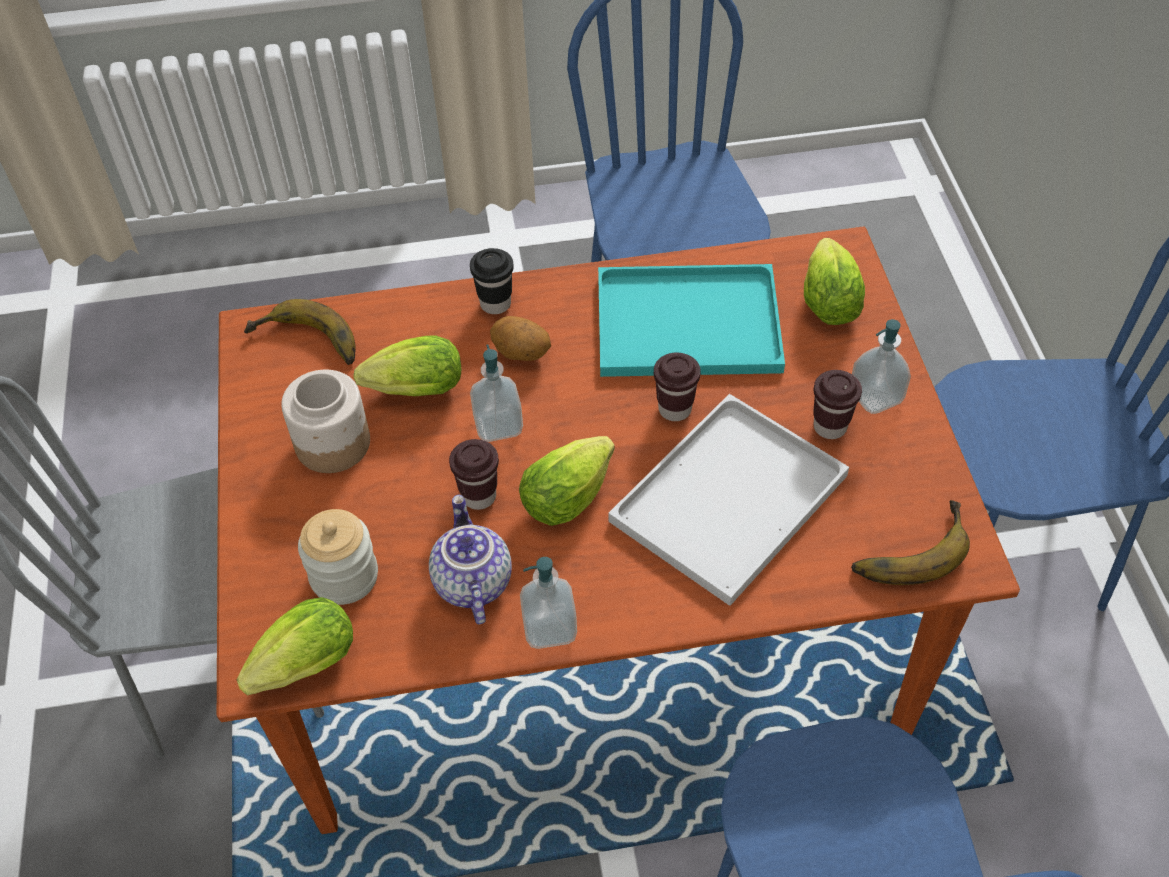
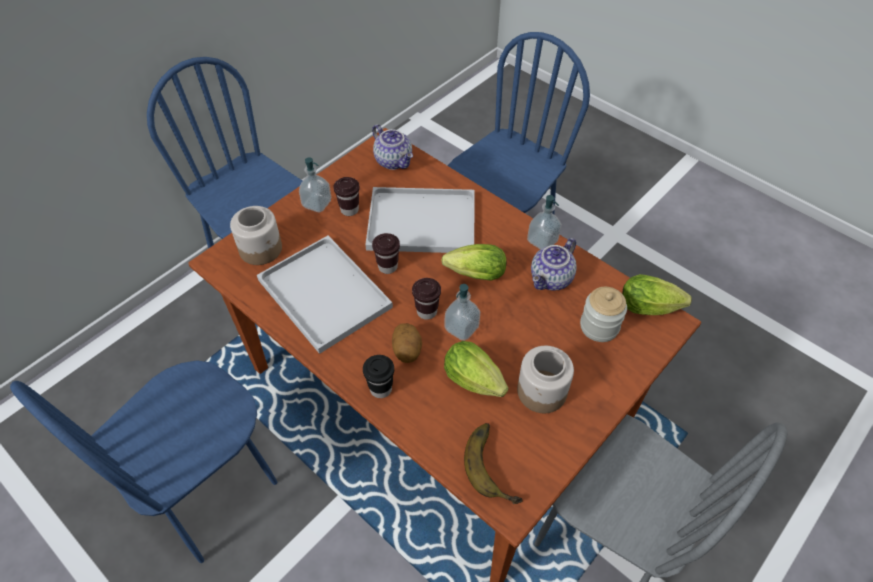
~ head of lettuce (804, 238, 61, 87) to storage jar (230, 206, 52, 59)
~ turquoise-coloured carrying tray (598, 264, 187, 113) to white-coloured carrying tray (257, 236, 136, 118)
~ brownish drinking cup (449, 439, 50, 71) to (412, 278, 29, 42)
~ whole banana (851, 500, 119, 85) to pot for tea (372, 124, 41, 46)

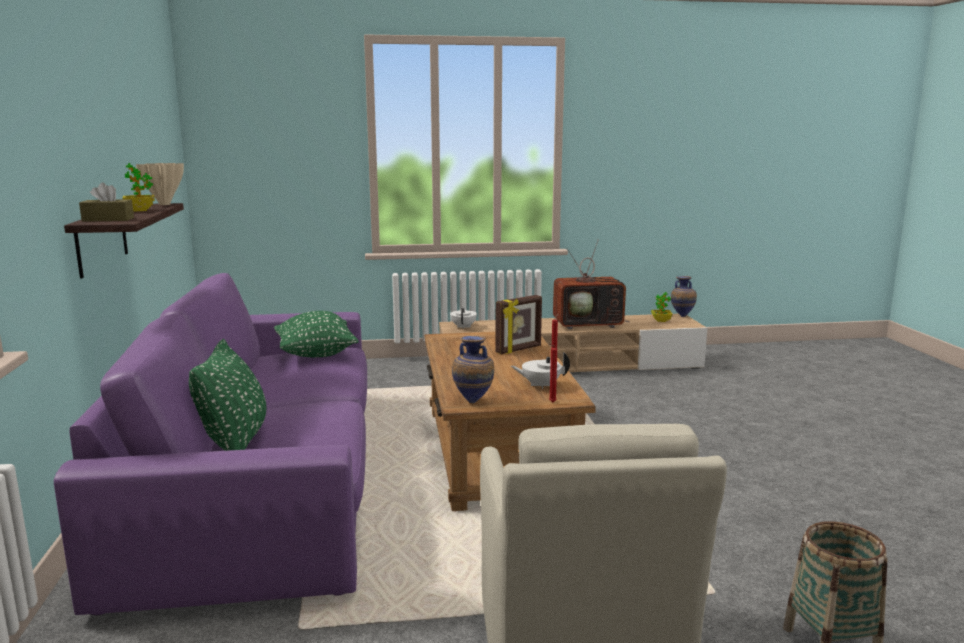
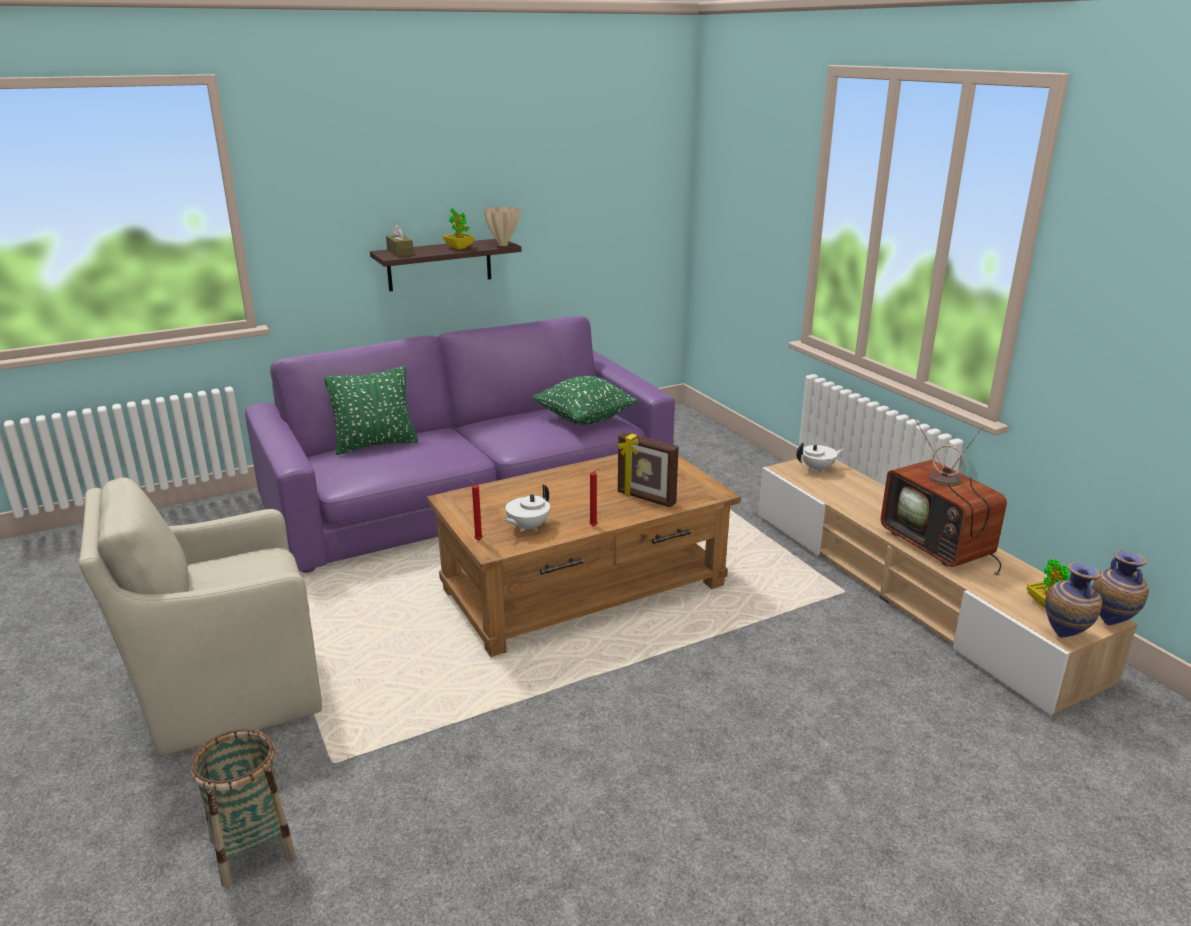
~ flower vase (452, 336, 42, 67) to (1045, 562, 57, 76)
~ white-coloured pot for tea (511, 352, 59, 37) = (503, 485, 47, 47) 120 degrees counterclockwise

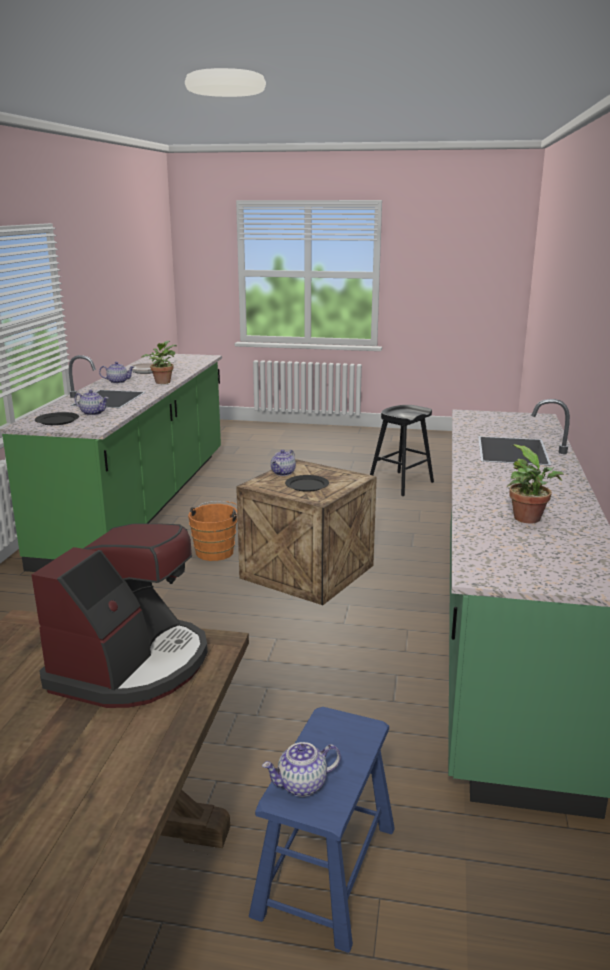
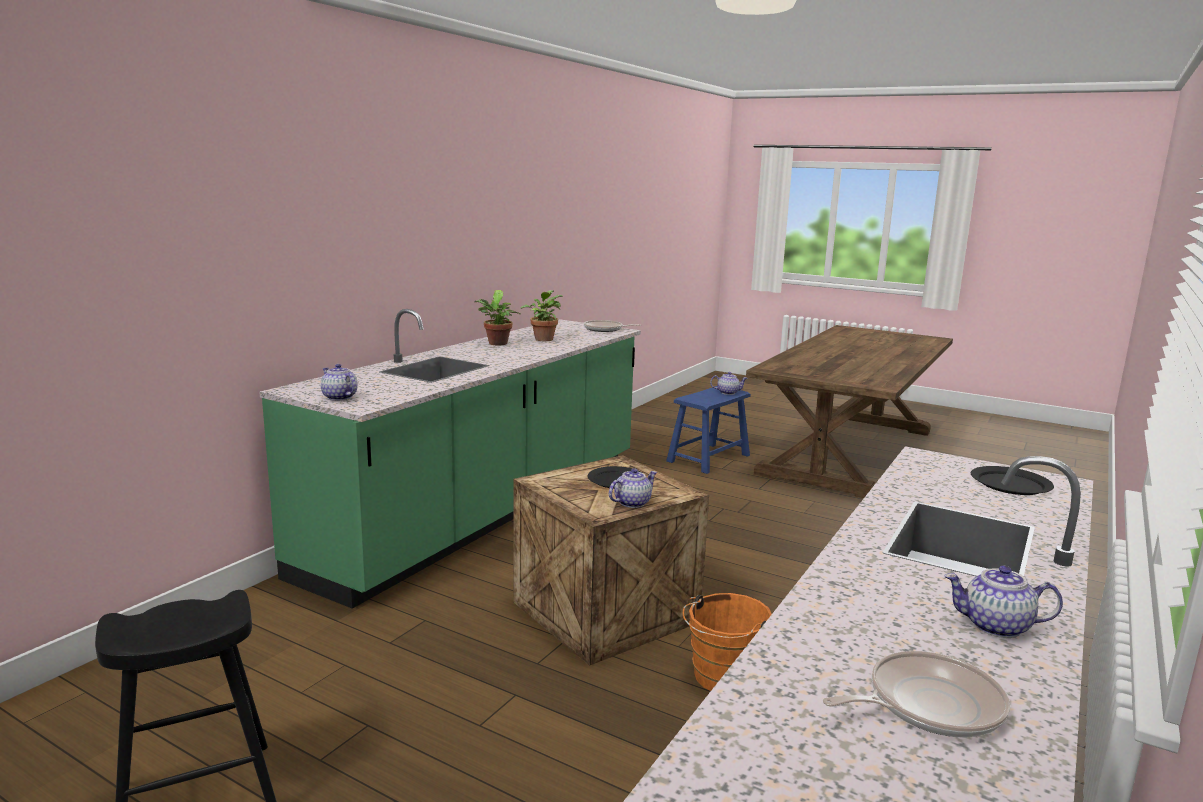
~ houseplant (141, 341, 36, 43) to (474, 290, 46, 55)
~ pot for tea (74, 390, 34, 26) to (321, 364, 37, 37)
- coffee machine (31, 523, 177, 185)
+ frying pan (584, 320, 57, 12)

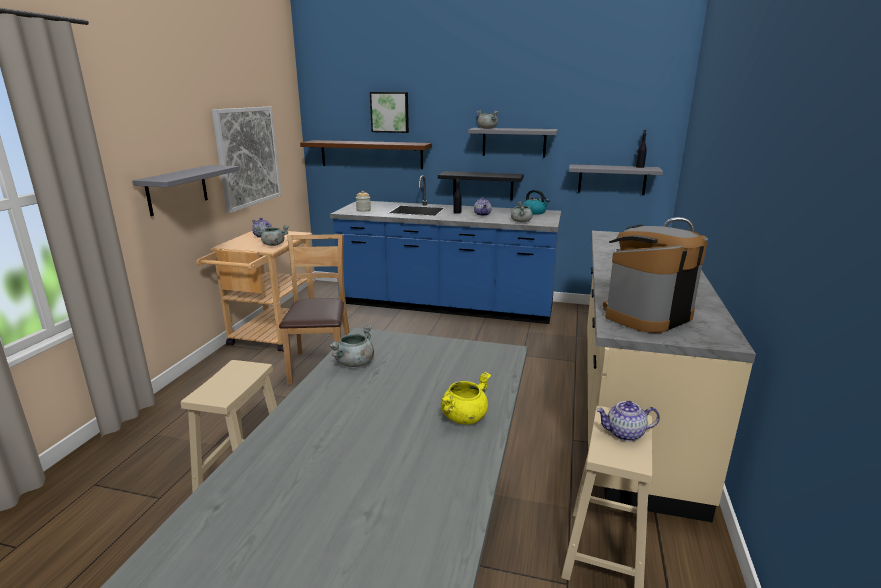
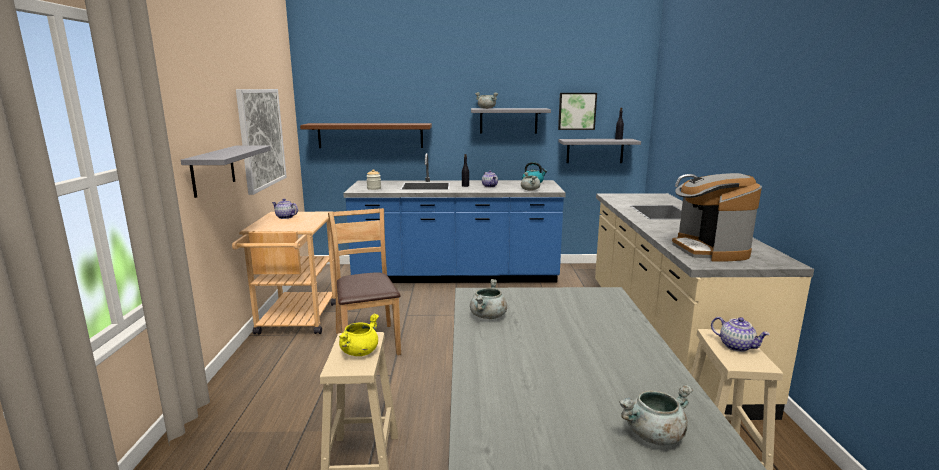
~ picture (370, 92, 39, 41) to (558, 93, 39, 37)
- black wall shelf (438, 171, 86, 29)
~ greyish cooking pot (254, 225, 35, 21) to (619, 384, 74, 61)
~ coffee machine (603, 225, 105, 108) = (672, 173, 90, 89) 45 degrees counterclockwise
~ yellow cooking pot (441, 372, 50, 52) to (339, 314, 40, 42)
~ pot for tea (596, 401, 64, 40) = (711, 317, 59, 35) 120 degrees counterclockwise

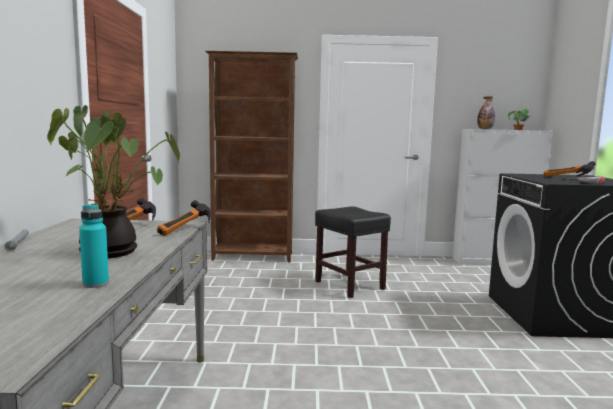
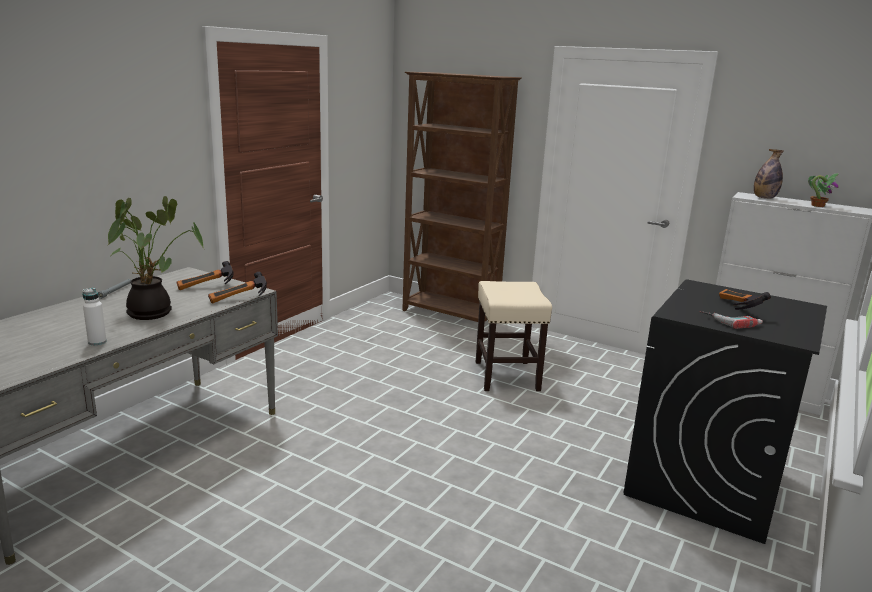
~ turquoise-coloured drink bottle (79, 204, 30, 84) to white-coloured drink bottle (82, 288, 25, 57)
~ black stool (315, 206, 76, 92) to sand-coloured stool (476, 281, 76, 110)

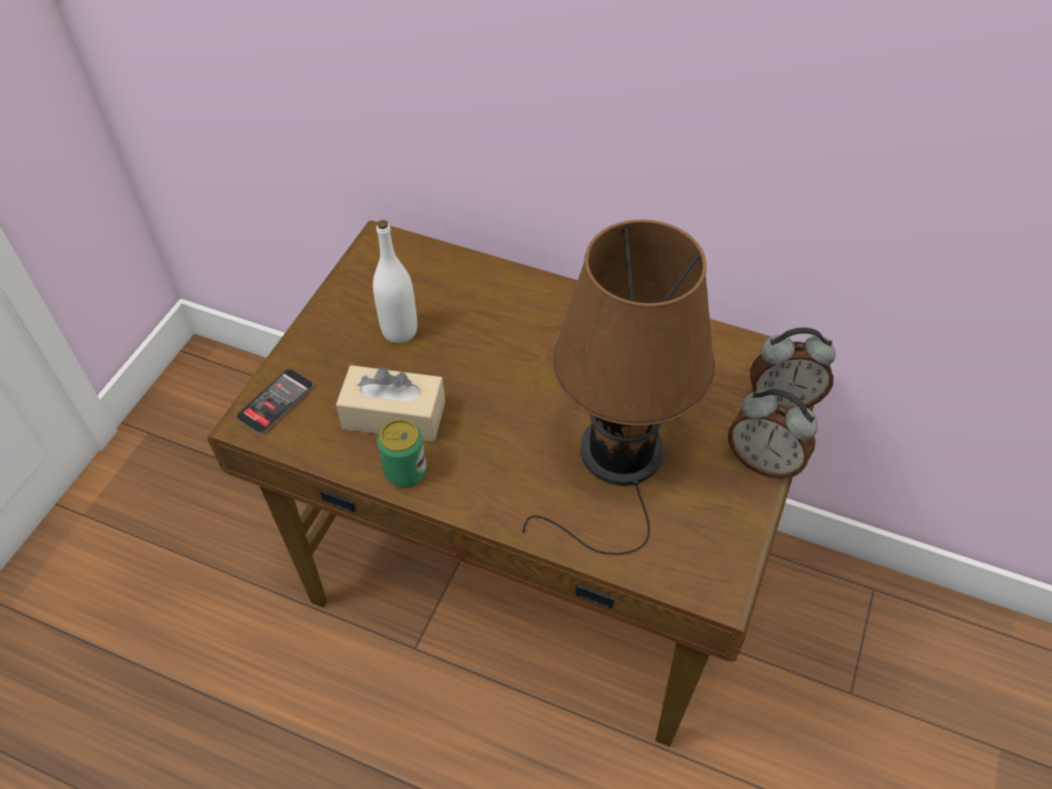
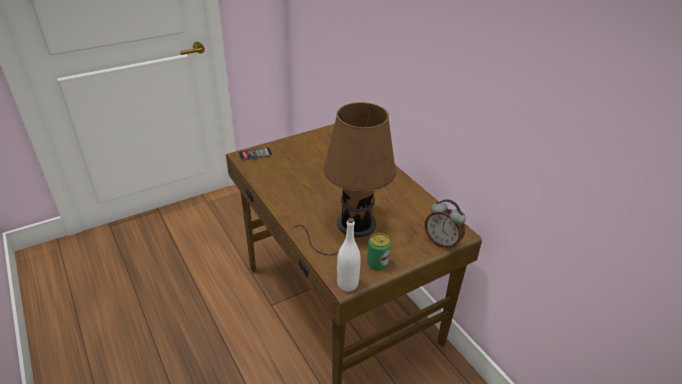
~ white-coloured drink bottle (373, 220, 44, 123) to (337, 218, 24, 74)
- sand-coloured tissue box (336, 365, 109, 77)
- alarm clock (728, 389, 90, 90)
~ metal can (377, 419, 50, 69) to (367, 233, 24, 37)

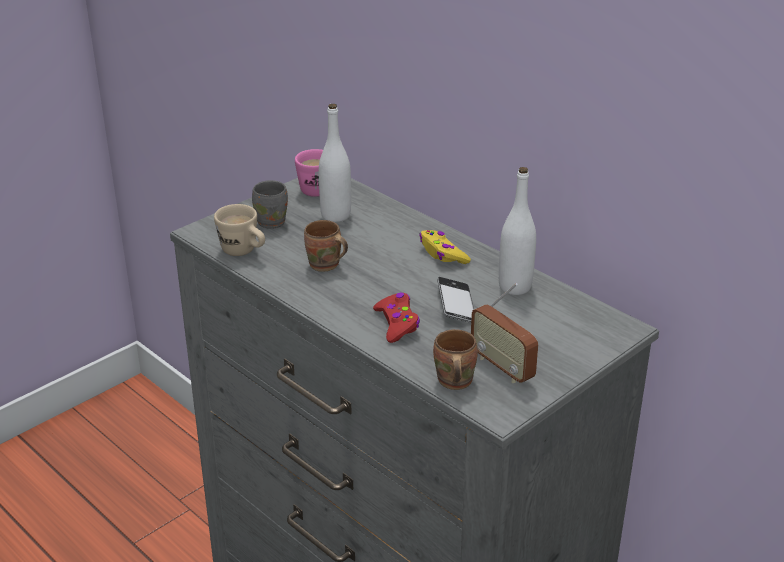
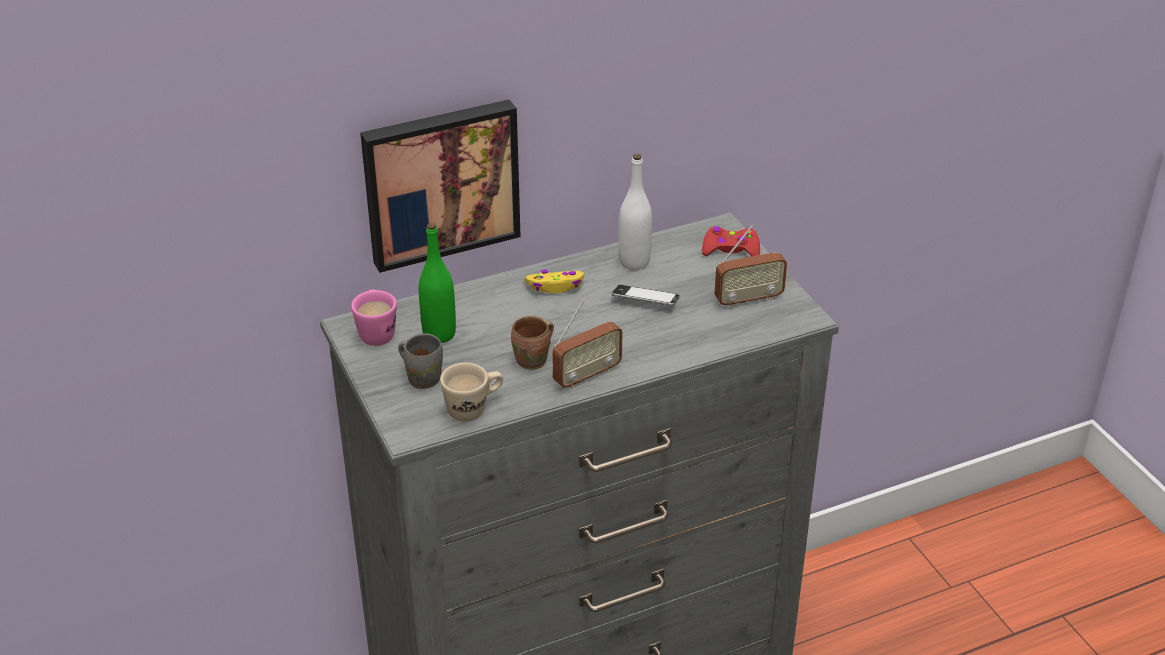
~ white-coloured drink bottle (319, 104, 32, 118) to green drink bottle (419, 223, 37, 120)
~ reddish joypad (373, 292, 47, 51) to (702, 226, 58, 30)
- brownish coffee mug (433, 329, 45, 61)
+ picture (360, 100, 161, 173)
+ radio receiver (552, 299, 71, 90)

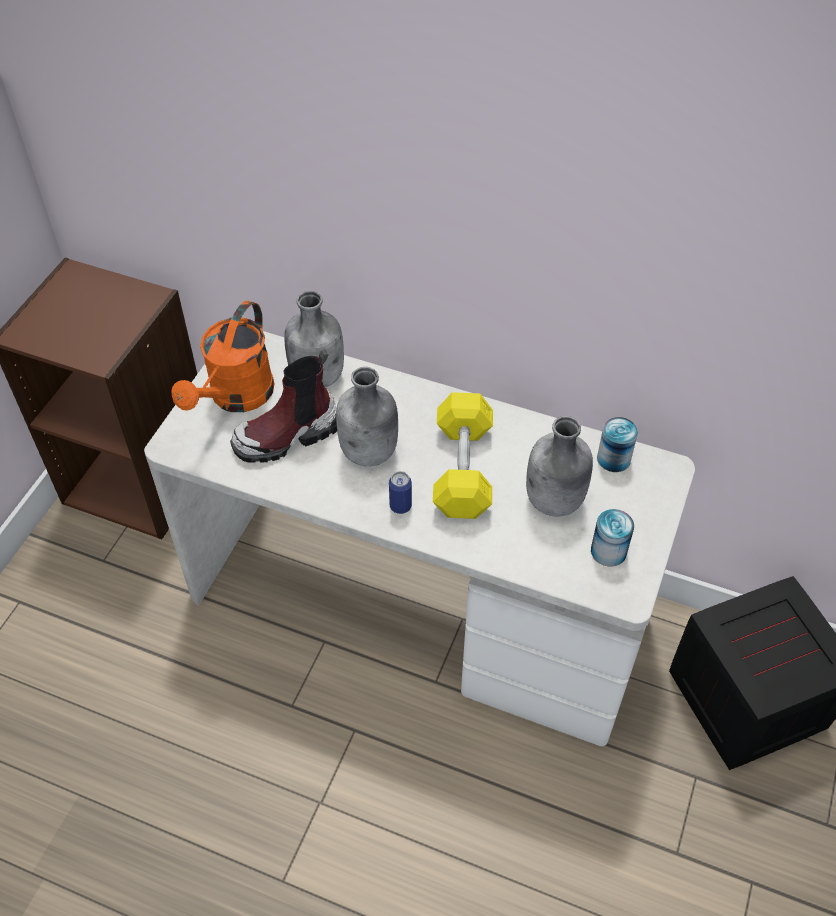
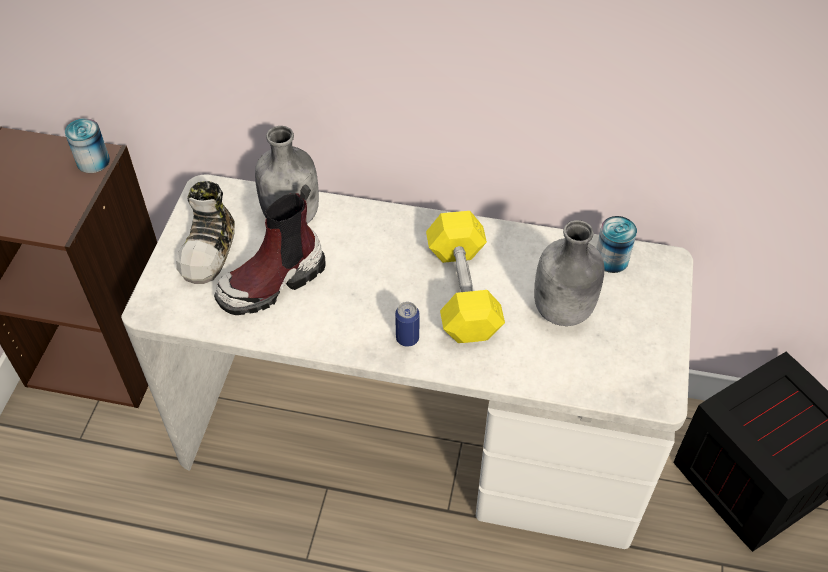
~ orange watering pot (171, 300, 103, 112) to shoe (176, 181, 59, 103)
- greyish drink bottle (336, 367, 62, 99)
~ metal can (591, 509, 43, 58) to (65, 118, 45, 55)

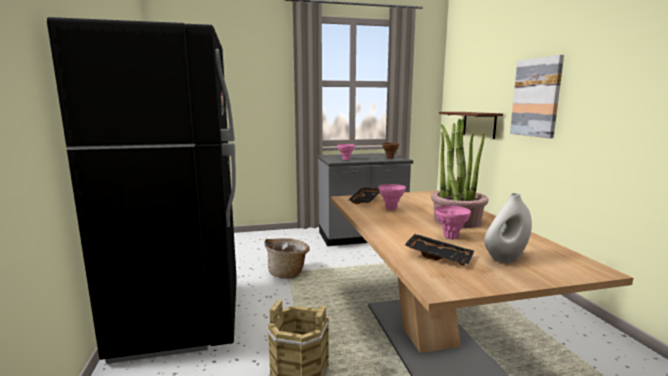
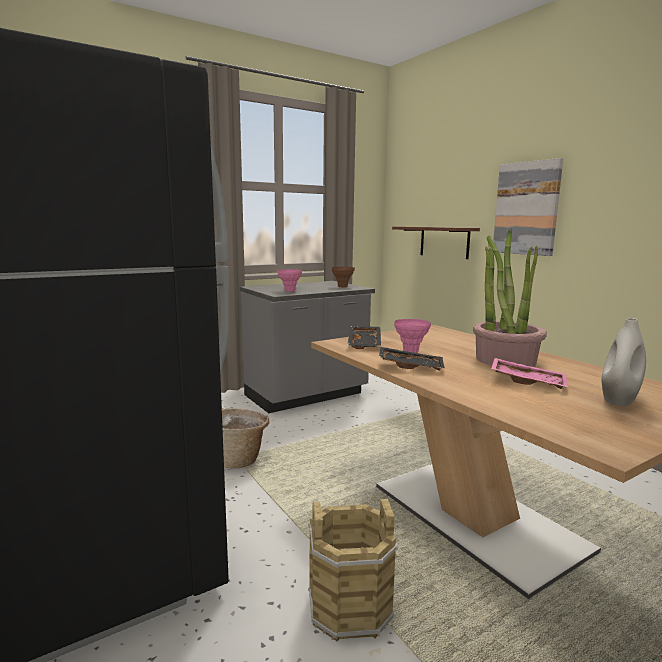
~ pink flower vase (435, 205, 36, 34) to pink carrying tray (491, 358, 77, 31)
~ black carrying tray (404, 234, 70, 31) to (379, 347, 66, 24)

